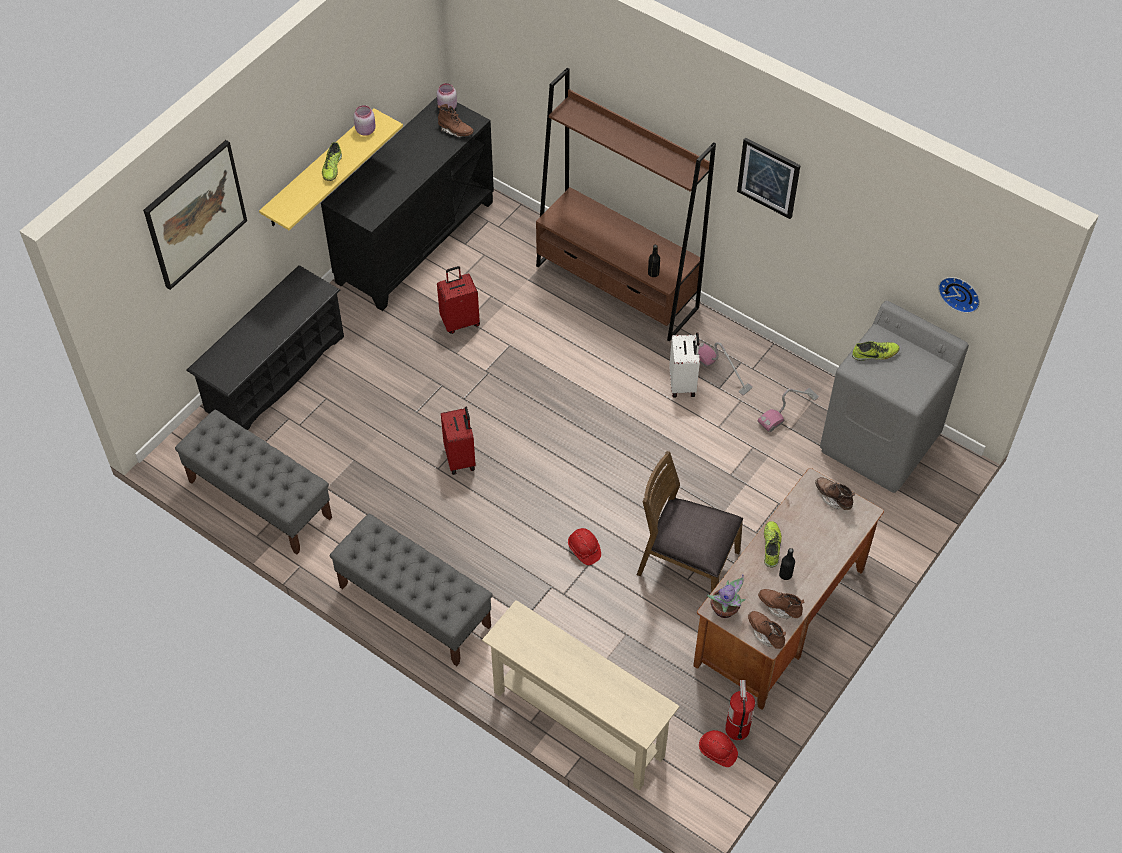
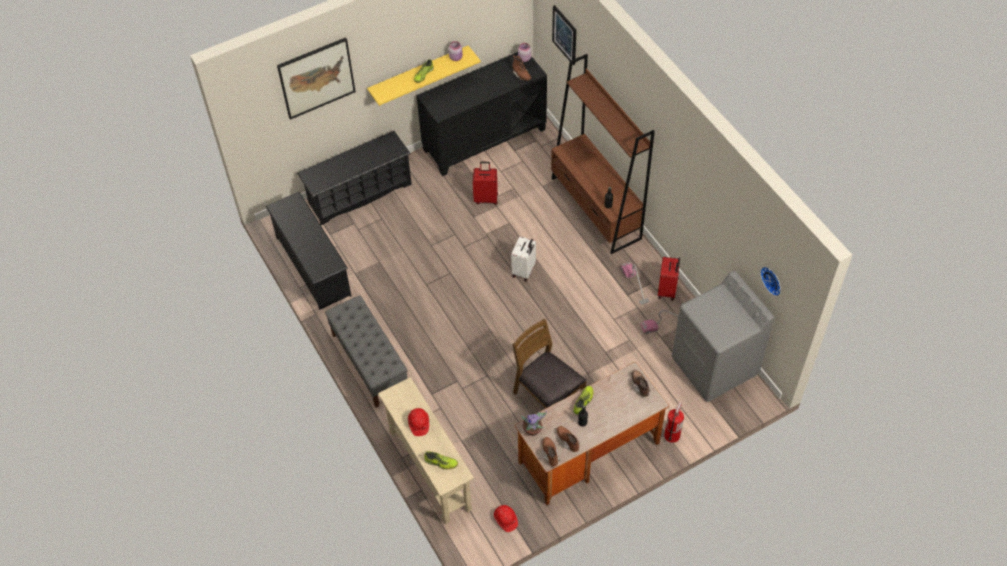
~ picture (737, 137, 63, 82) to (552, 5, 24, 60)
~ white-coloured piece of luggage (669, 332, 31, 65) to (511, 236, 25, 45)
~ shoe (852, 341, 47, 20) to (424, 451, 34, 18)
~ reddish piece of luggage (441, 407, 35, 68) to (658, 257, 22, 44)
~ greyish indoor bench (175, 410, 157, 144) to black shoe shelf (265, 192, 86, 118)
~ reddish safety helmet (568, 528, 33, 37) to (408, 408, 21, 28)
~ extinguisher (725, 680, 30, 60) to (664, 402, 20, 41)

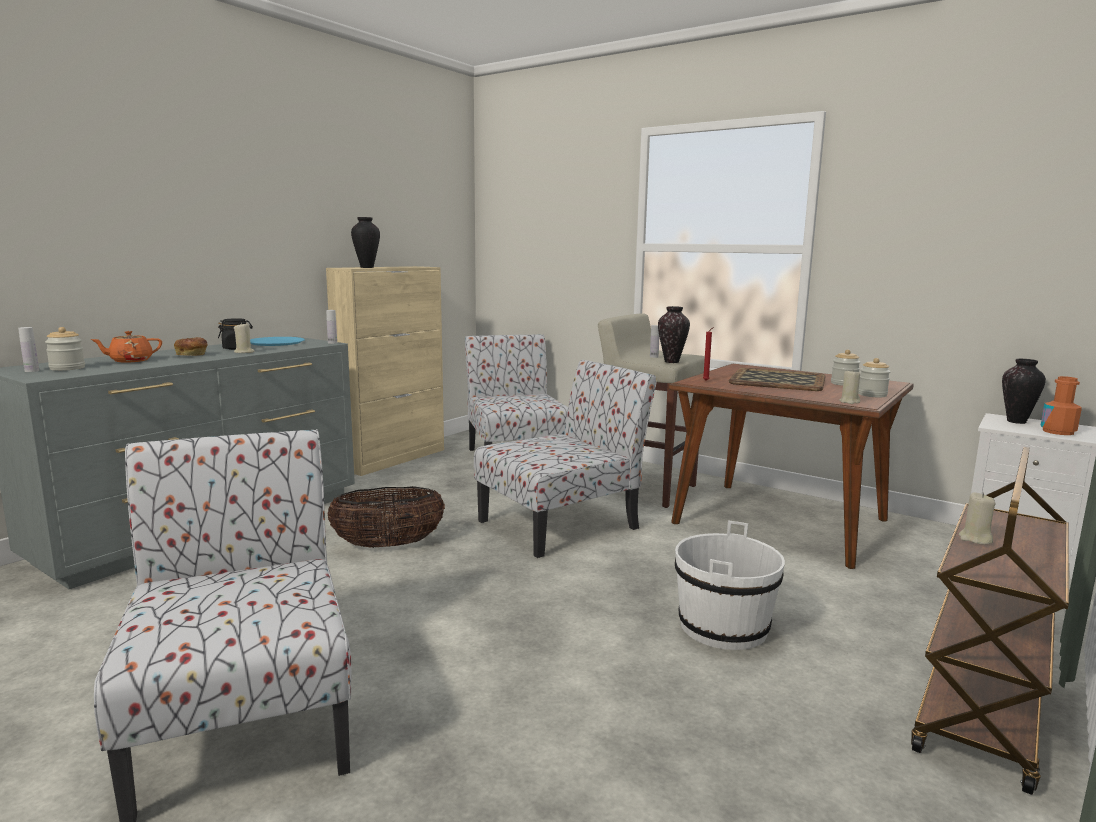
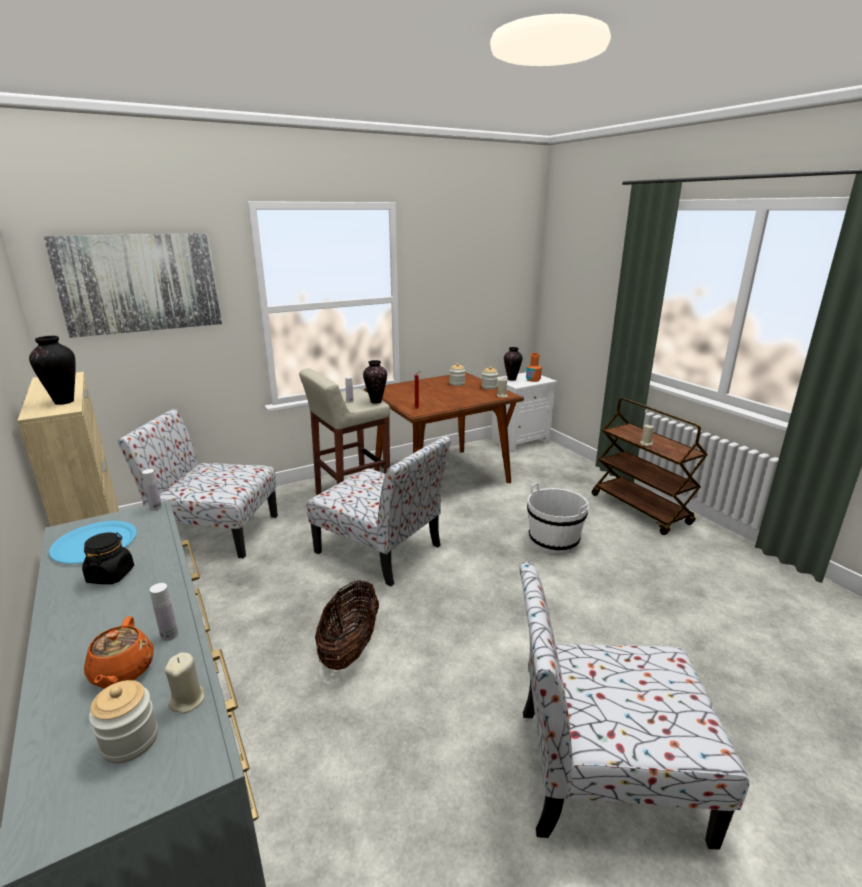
~ sand-coloured candle (234, 322, 21, 31) to (165, 652, 40, 62)
~ white-coloured drink bottle (18, 327, 21, 45) to (150, 583, 28, 58)
- baked bread (174, 337, 34, 19)
~ plain chair (474, 360, 183, 198) = (307, 436, 144, 151) 135 degrees clockwise
- carrying tray (729, 368, 97, 23)
+ picture (43, 233, 179, 105)

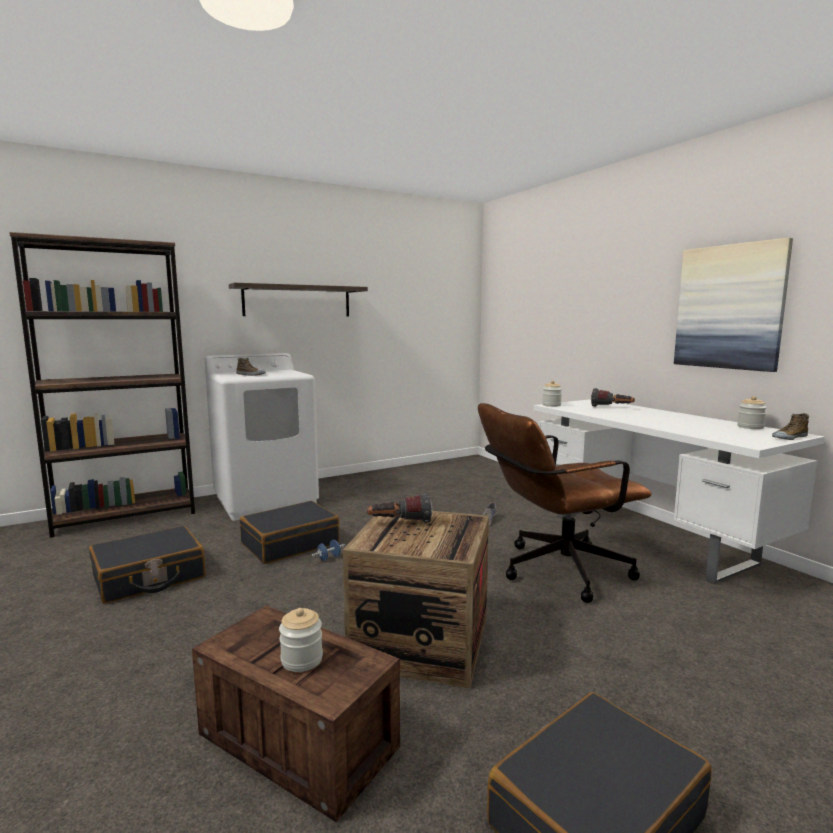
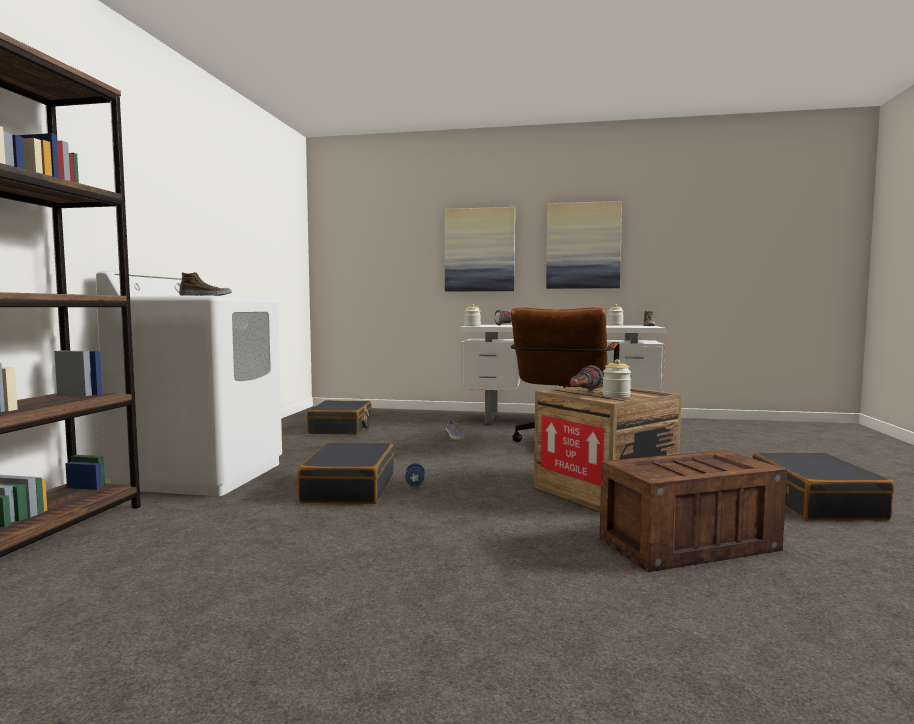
- wall shelf (229, 283, 139, 34)
~ black piece of luggage (89, 526, 117, 77) to (307, 400, 65, 35)
~ storage jar (279, 608, 44, 64) to (602, 359, 29, 39)
+ picture (445, 207, 70, 85)

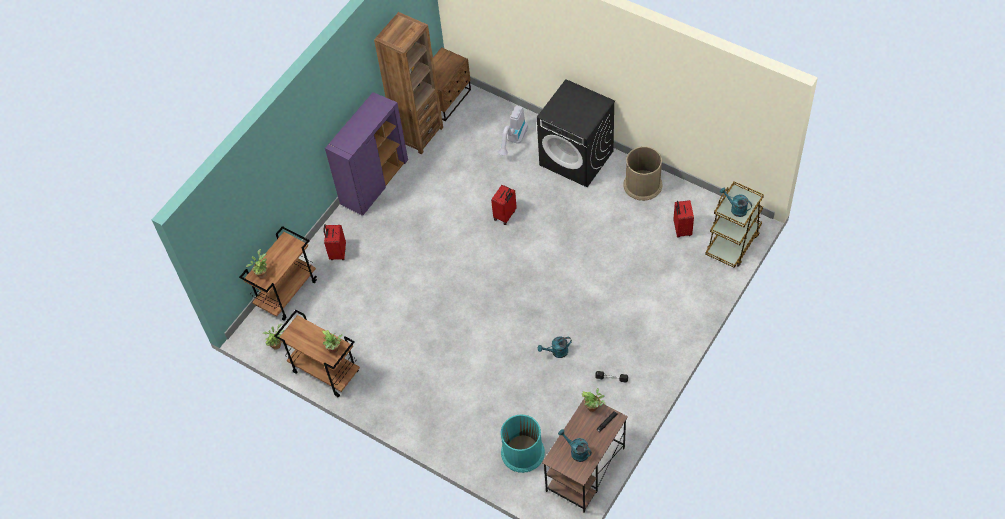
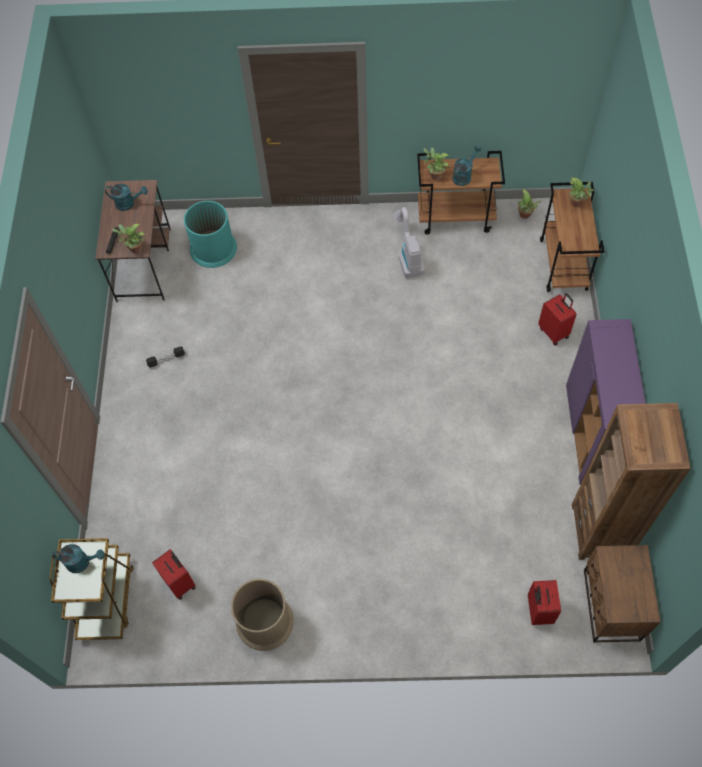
- black washing machine (537, 79, 78, 108)
~ vacuum (498, 106, 30, 49) to (394, 207, 31, 71)
~ reddish piece of luggage (491, 185, 26, 40) to (528, 580, 33, 45)
~ turquoise-coloured watering pot (538, 337, 34, 21) to (452, 145, 29, 41)

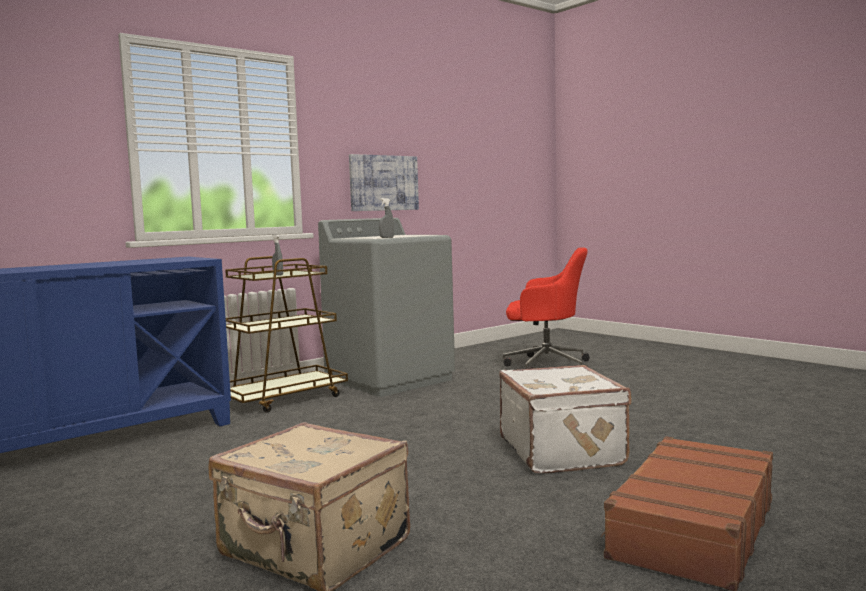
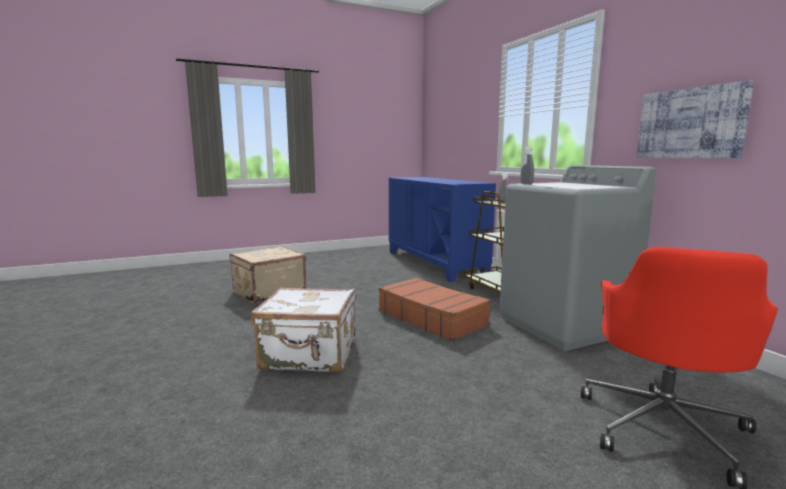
~ brownish piece of luggage (601, 436, 172, 155) to (379, 278, 112, 63)

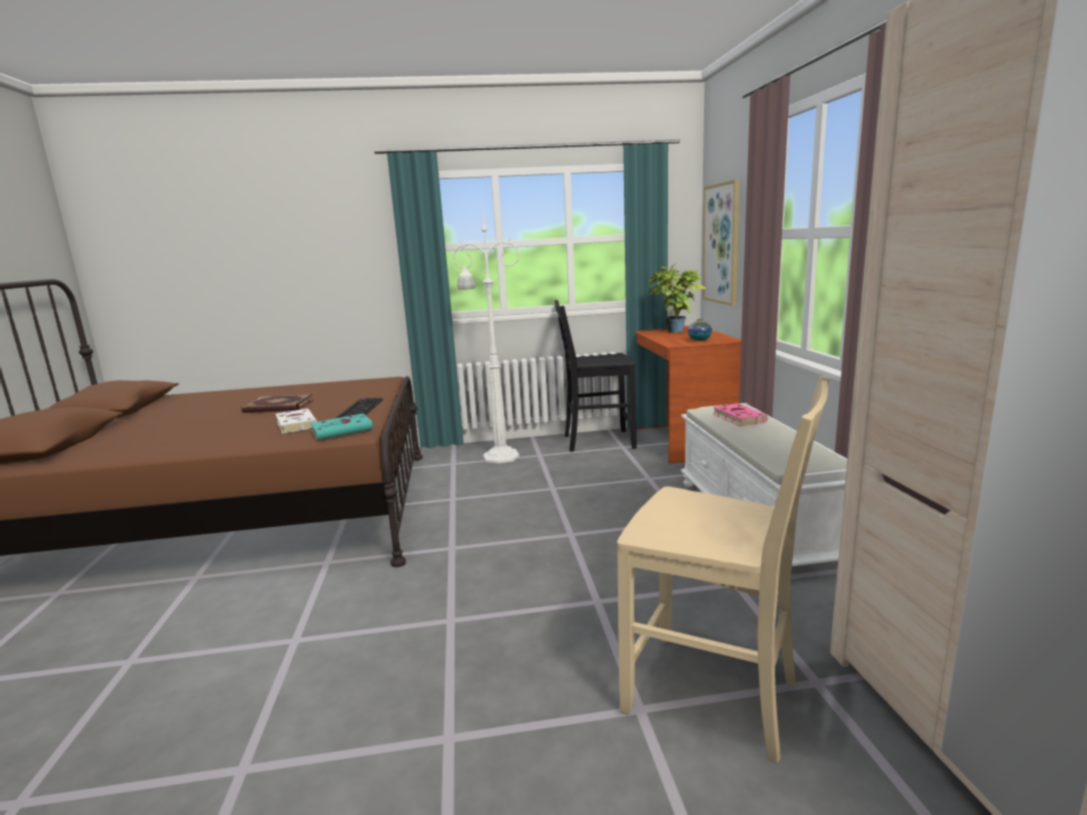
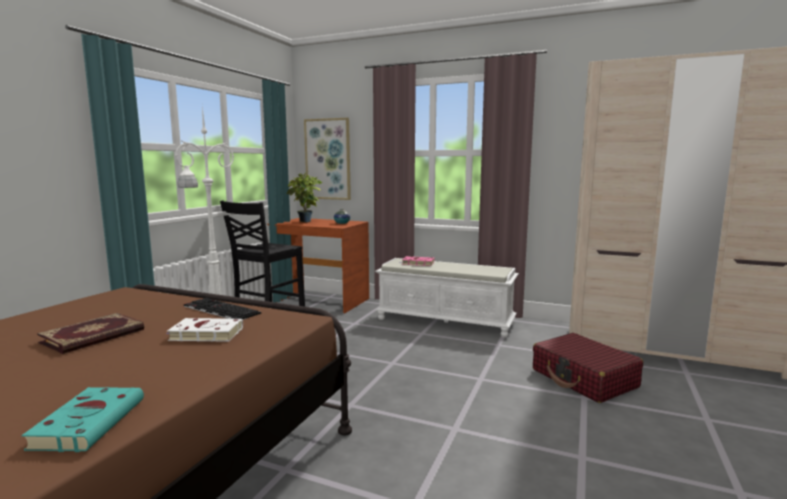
~ sand-coloured plain chair (617, 376, 212, 387) to reddish piece of luggage (533, 333, 110, 70)
~ turquoise-coloured bound book (310, 414, 69, 26) to (22, 387, 122, 65)

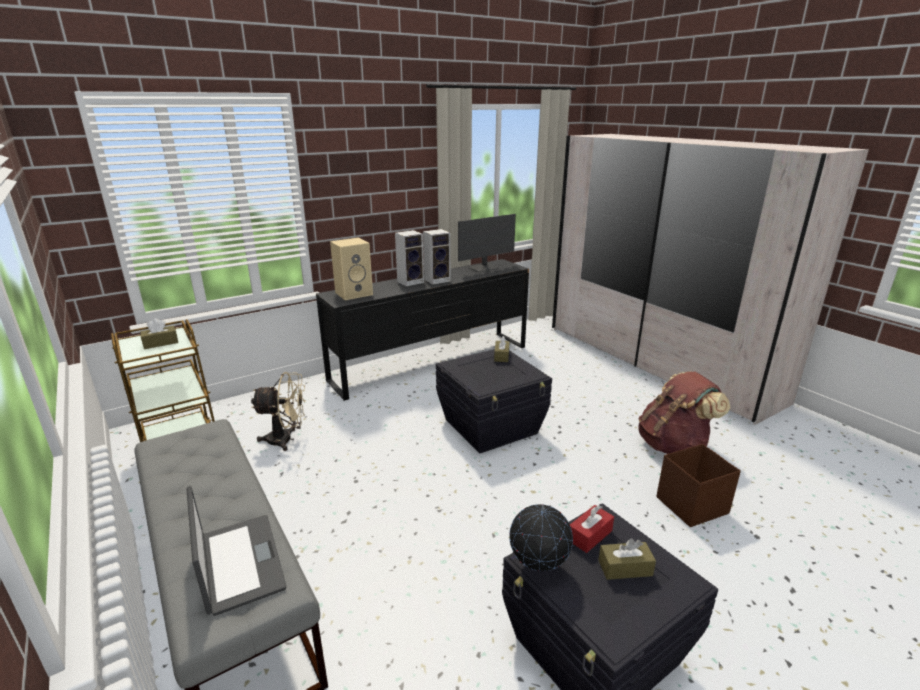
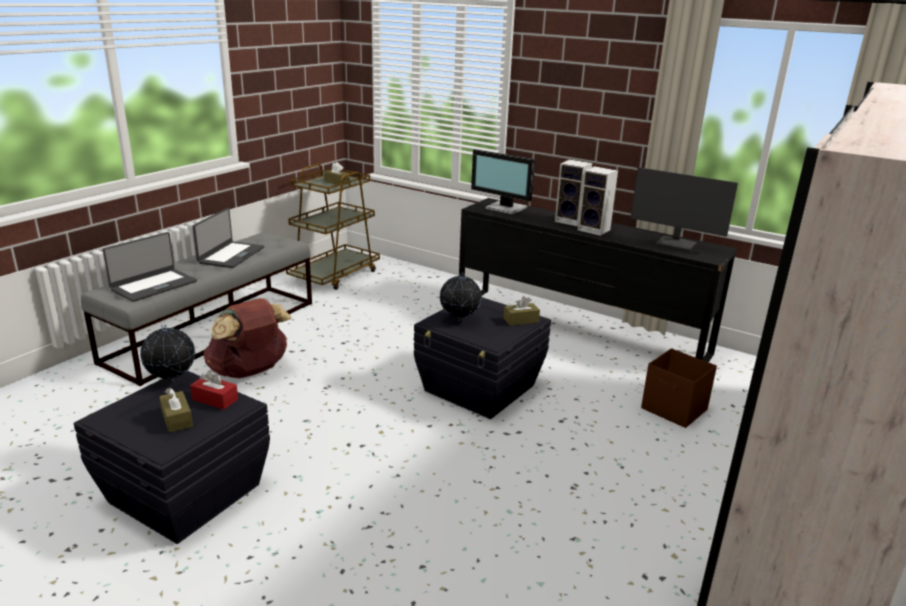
~ sand-coloured loudspeaker (330, 238, 43, 62) to computer display (471, 149, 64, 65)
~ brownish knapsack (638, 371, 92, 83) to (204, 298, 88, 80)
- sand-coloured cooling fan (251, 372, 55, 79)
~ brownish storage bin (656, 444, 85, 83) to (641, 348, 76, 80)
+ portable computer (192, 208, 72, 60)
+ globe (440, 272, 41, 49)

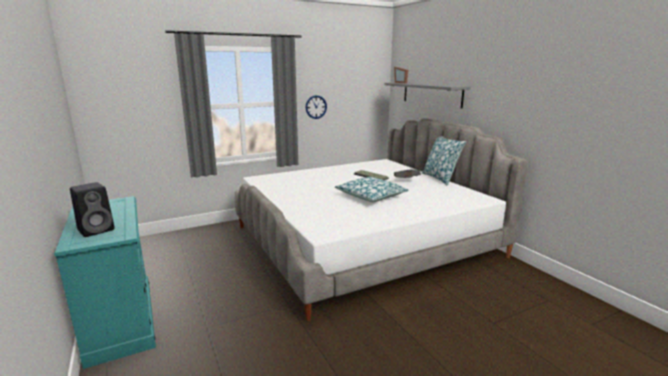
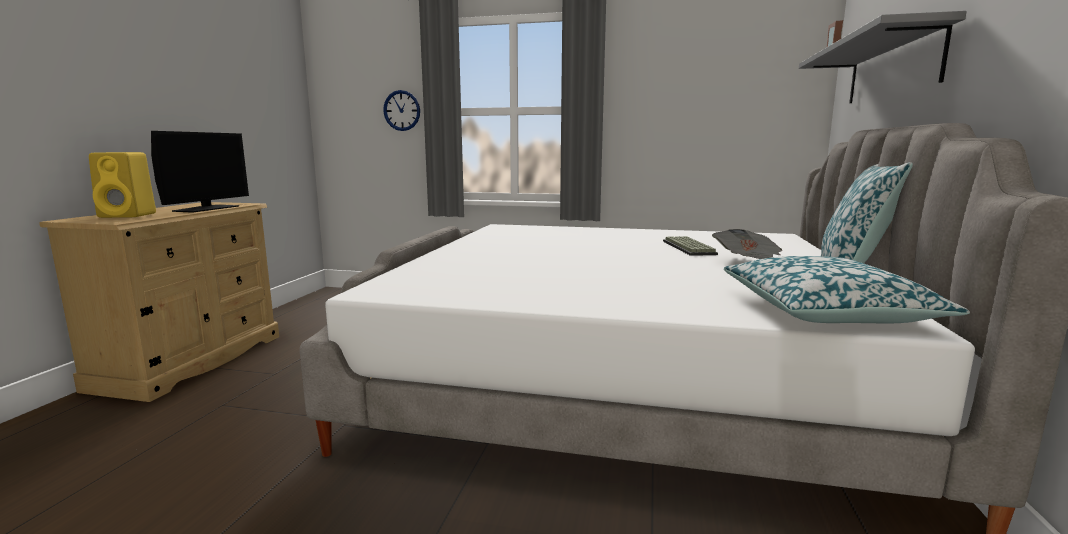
~ clock on the wall (305, 95, 22, 24) to (383, 90, 37, 41)
~ cushion (335, 177, 74, 25) to (724, 256, 246, 67)
~ black loudspeaker (70, 182, 45, 55) to yellow loudspeaker (89, 152, 67, 66)
~ turquoise-coloured chest of drawers (54, 196, 102, 173) to sand-coloured chest of drawers (39, 202, 240, 200)
+ computer display (151, 131, 98, 82)

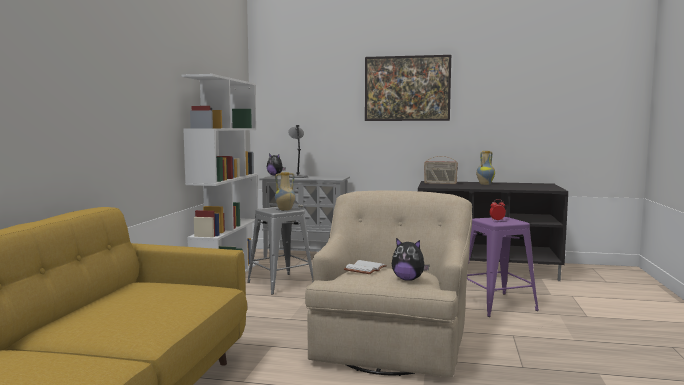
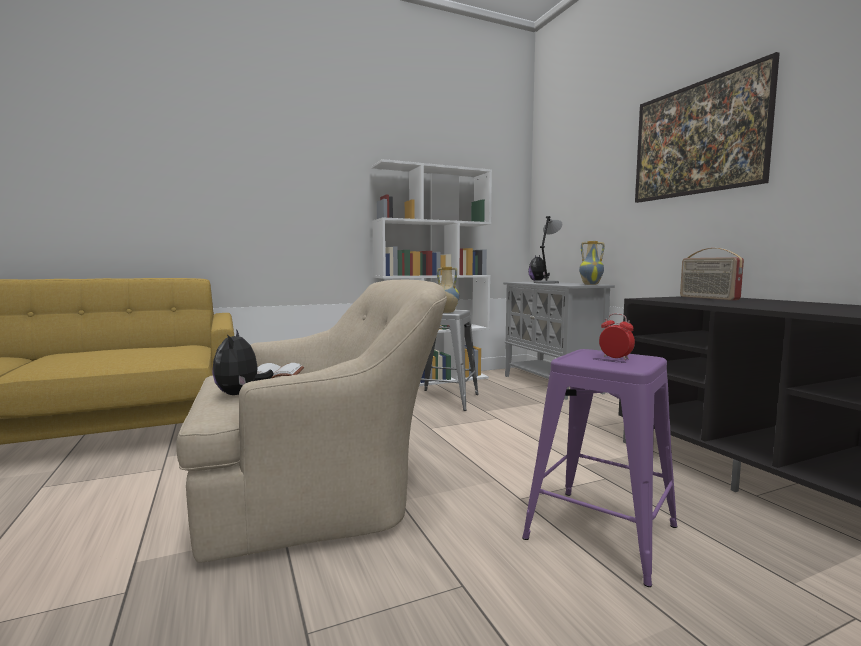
~ flower vase (476, 151, 19, 34) to (579, 241, 26, 44)

